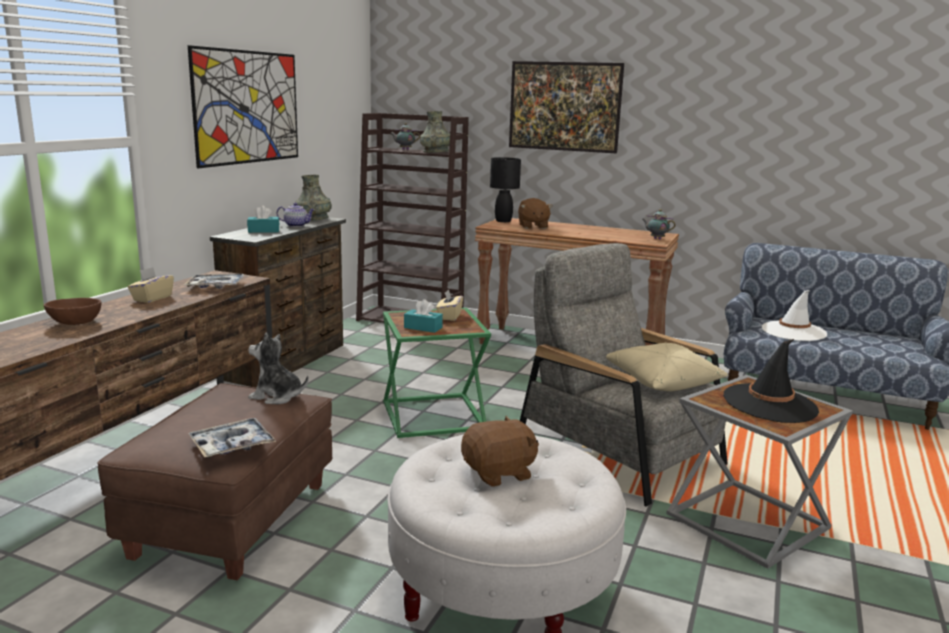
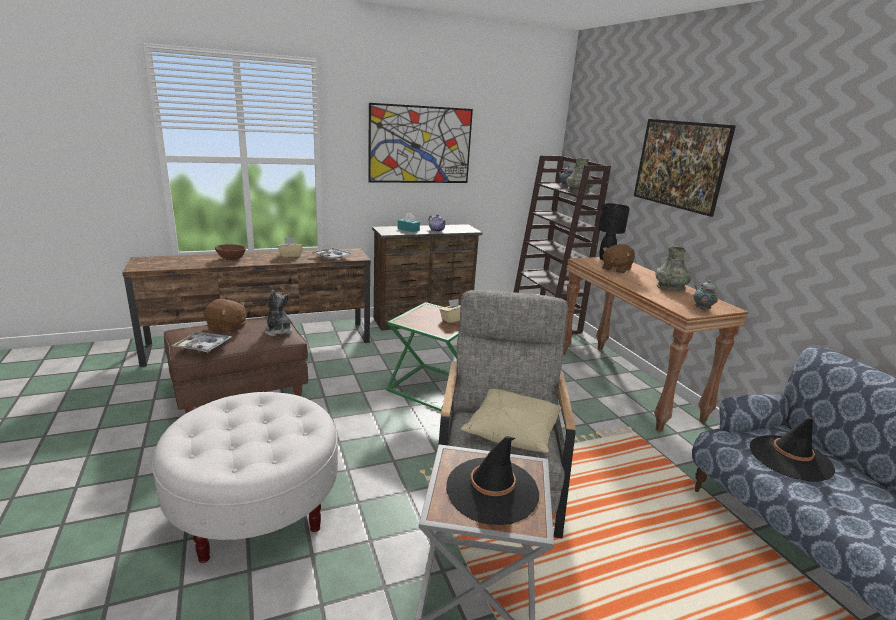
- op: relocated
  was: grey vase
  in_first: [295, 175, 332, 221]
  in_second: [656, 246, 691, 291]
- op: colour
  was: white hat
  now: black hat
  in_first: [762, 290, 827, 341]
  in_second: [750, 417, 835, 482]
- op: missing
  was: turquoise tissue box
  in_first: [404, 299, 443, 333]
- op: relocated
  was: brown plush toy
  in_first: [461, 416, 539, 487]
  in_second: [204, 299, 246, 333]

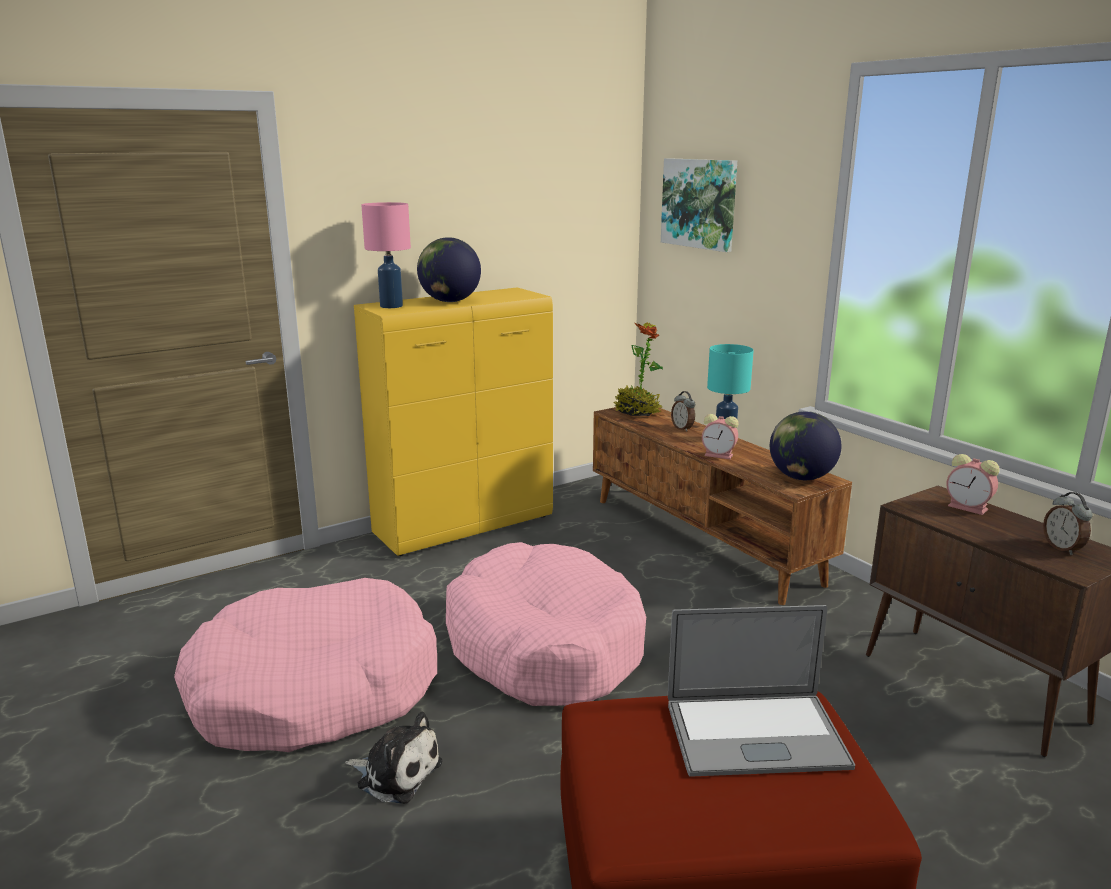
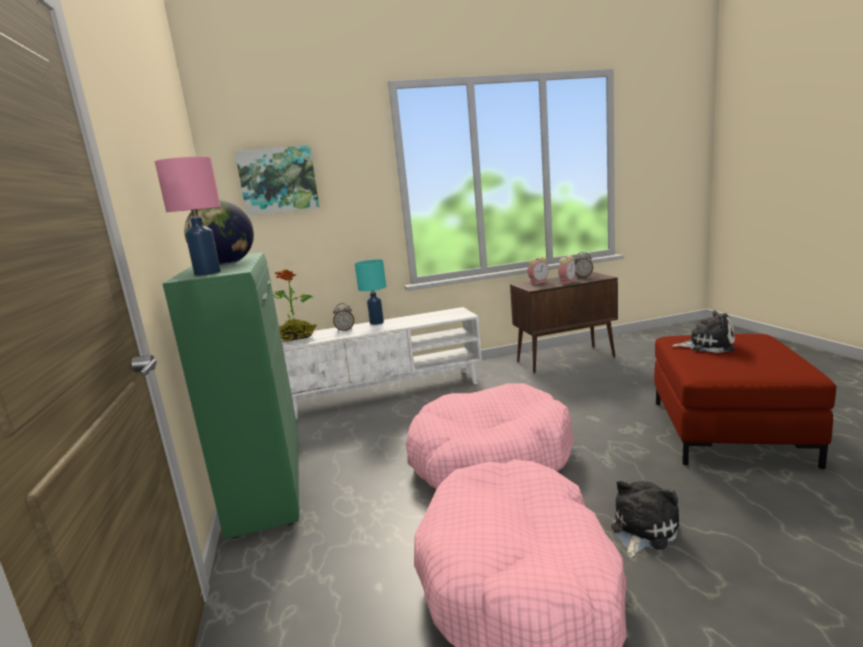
- op: colour
  was: yellow cabinet
  now: green cabinet
  in_first: [354, 287, 553, 556]
  in_second: [163, 252, 299, 539]
- op: colour
  was: brown tv stand
  now: white tv stand
  in_first: [593, 407, 852, 605]
  in_second: [281, 307, 482, 419]
- op: missing
  was: globe
  in_first: [770, 411, 841, 480]
- op: relocated
  was: alarm clock
  in_first: [702, 414, 739, 459]
  in_second: [558, 255, 576, 284]
- op: exchanged
  was: laptop
  now: plush toy
  in_first: [668, 605, 855, 777]
  in_second: [672, 310, 735, 353]

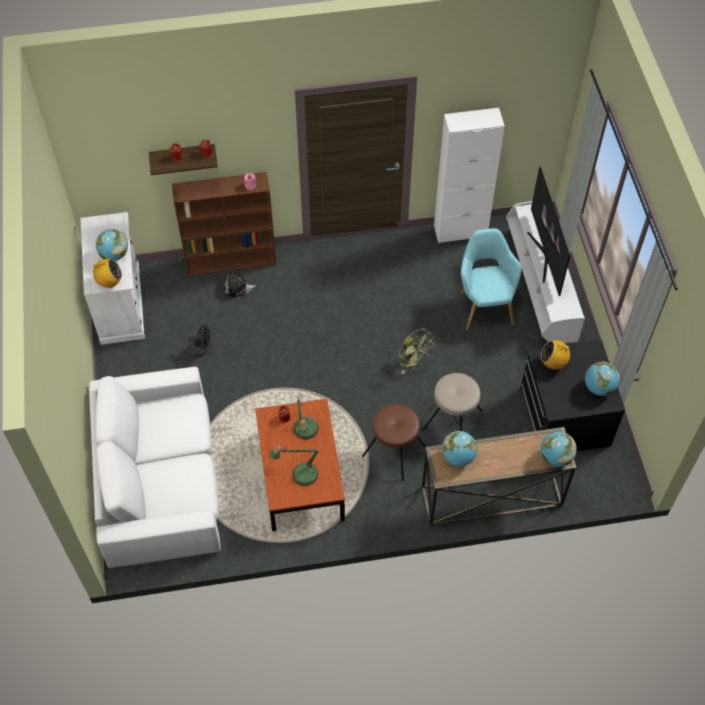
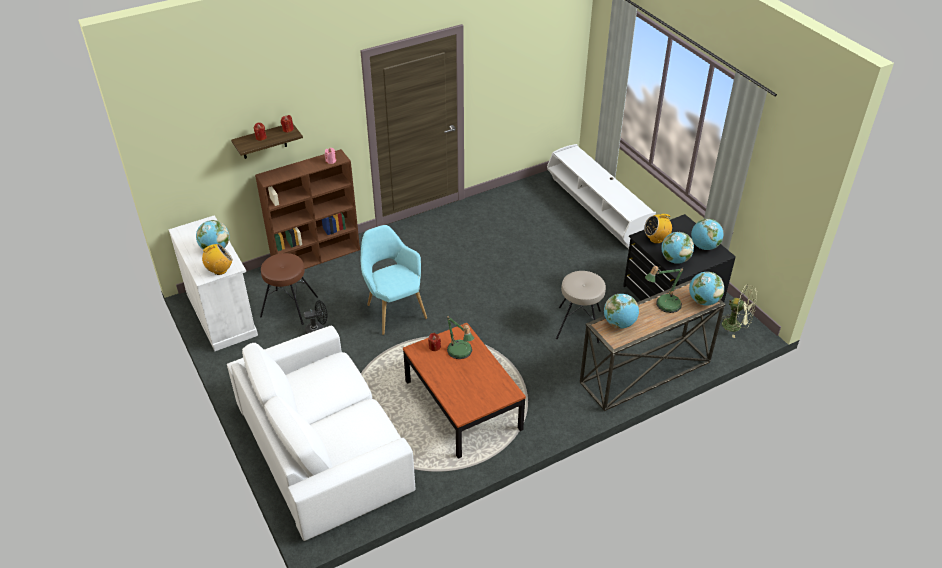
- op: missing
  was: white cabinet
  in_first: [434, 108, 505, 243]
- op: missing
  was: television
  in_first: [527, 167, 570, 296]
- op: relocated
  was: turquoise armchair
  in_first: [461, 228, 522, 330]
  in_second: [361, 225, 427, 335]
- op: missing
  was: plush toy
  in_first: [225, 269, 256, 298]
- op: relocated
  was: green fan
  in_first: [398, 328, 435, 374]
  in_second: [721, 285, 757, 338]
- op: relocated
  was: brown stool
  in_first: [362, 404, 426, 481]
  in_second: [260, 253, 318, 325]
- op: relocated
  was: table lamp
  in_first: [269, 445, 321, 486]
  in_second: [645, 266, 683, 313]
- op: appeared
  now: globe
  in_second: [661, 232, 694, 264]

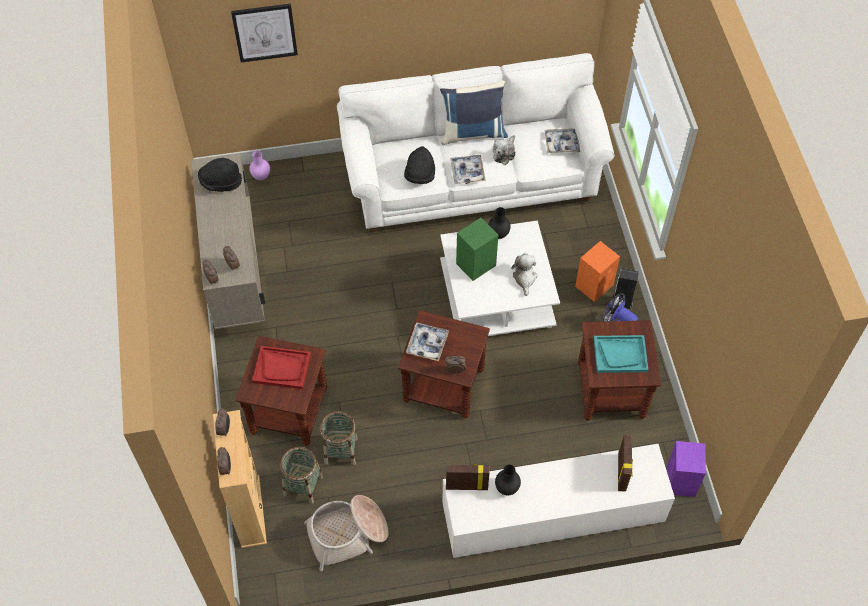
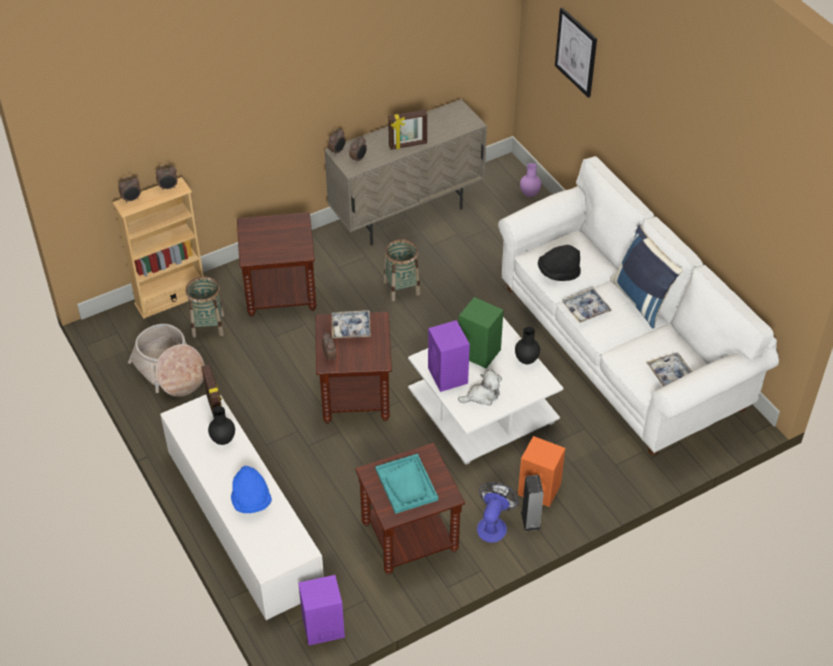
- op: missing
  was: plush toy
  in_first: [493, 135, 516, 165]
- op: missing
  was: black hat
  in_first: [198, 158, 242, 192]
- op: missing
  was: red tray
  in_first: [252, 346, 311, 389]
- op: relocated
  was: basket
  in_first: [320, 411, 358, 466]
  in_second: [384, 239, 420, 301]
- op: relocated
  was: picture frame
  in_first: [618, 435, 633, 492]
  in_second: [388, 110, 427, 150]
- op: appeared
  now: purple speaker
  in_second: [428, 320, 470, 392]
- op: appeared
  now: blue hat
  in_second: [231, 466, 272, 513]

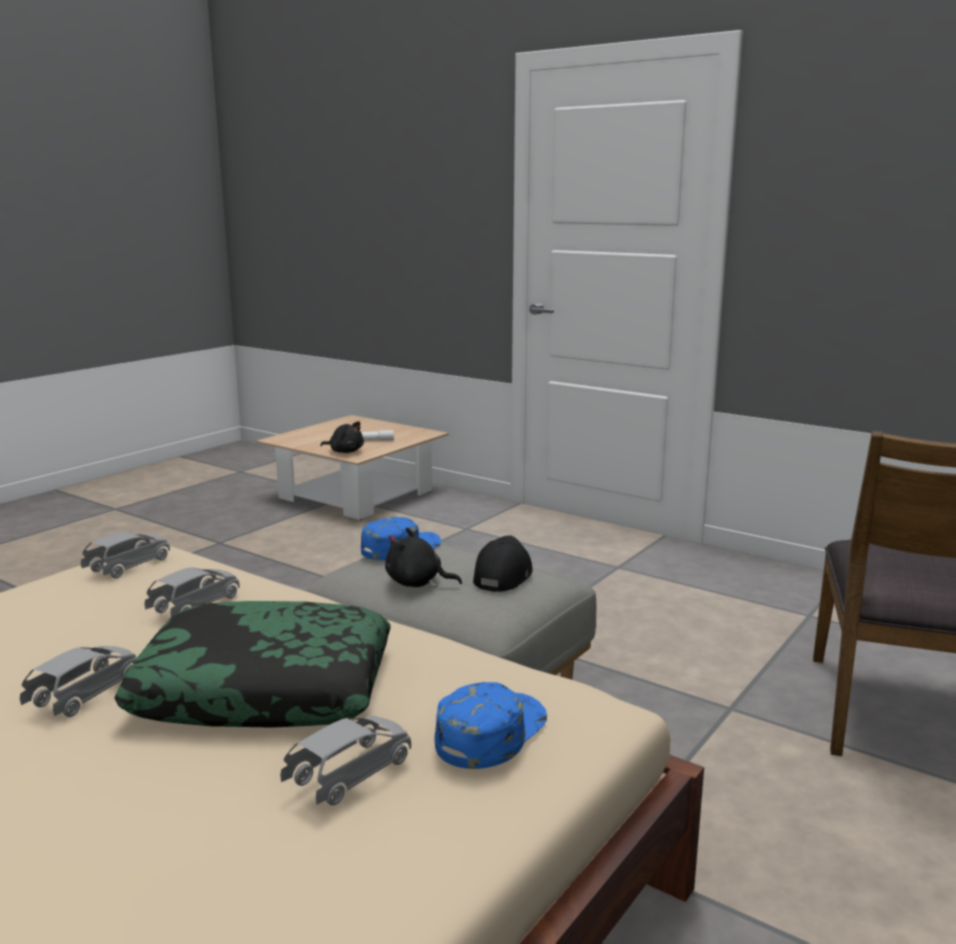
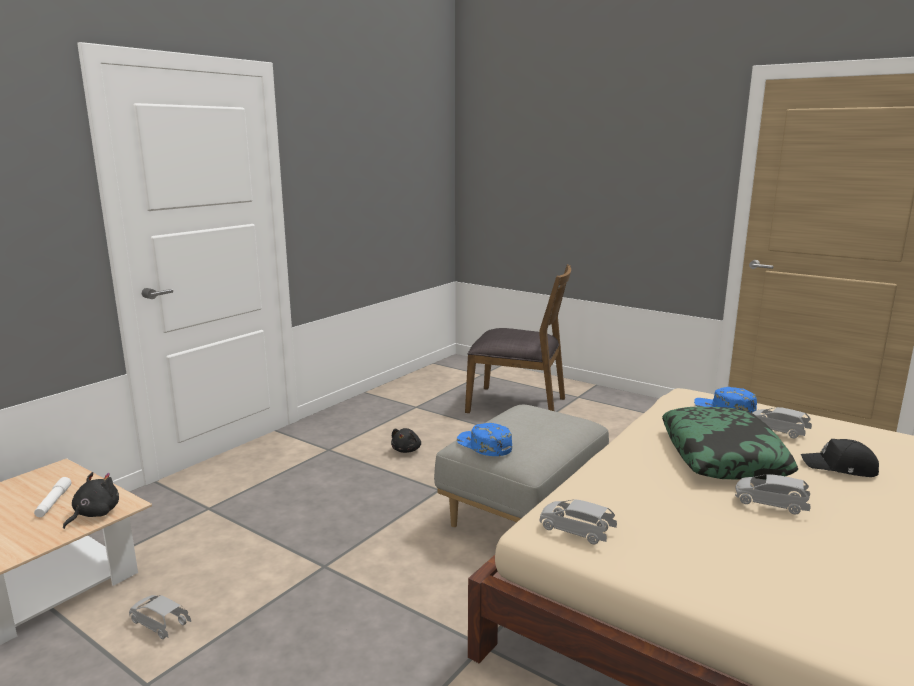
- op: relocated
  was: black plush toy
  in_first: [385, 528, 462, 588]
  in_second: [391, 428, 421, 453]
- op: relocated
  was: black cap
  in_first: [473, 535, 533, 592]
  in_second: [801, 439, 879, 477]
- op: relocated
  was: grey toy car
  in_first: [145, 567, 240, 617]
  in_second: [129, 595, 191, 639]

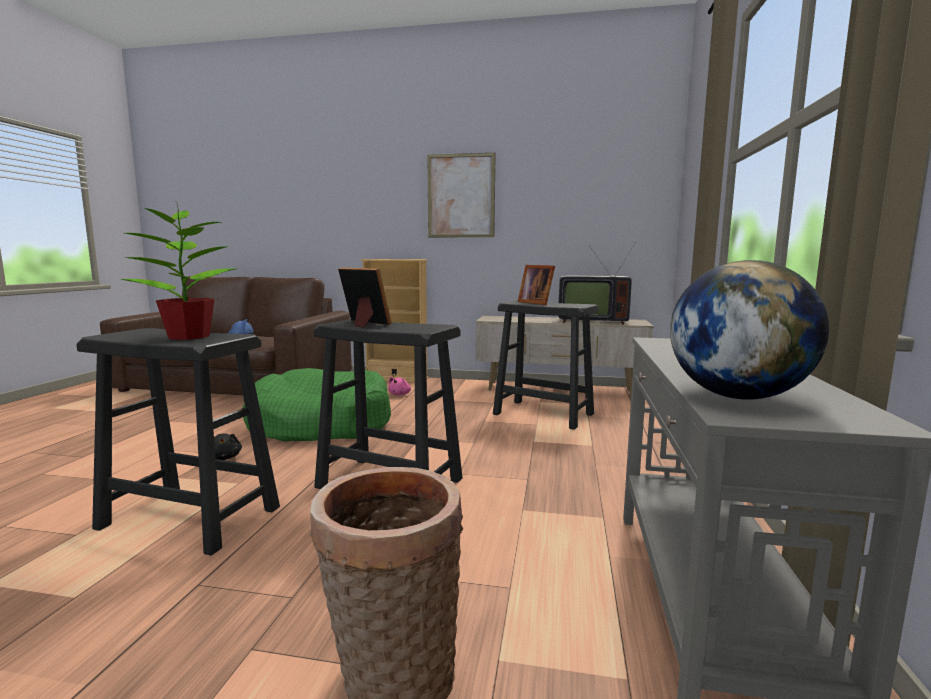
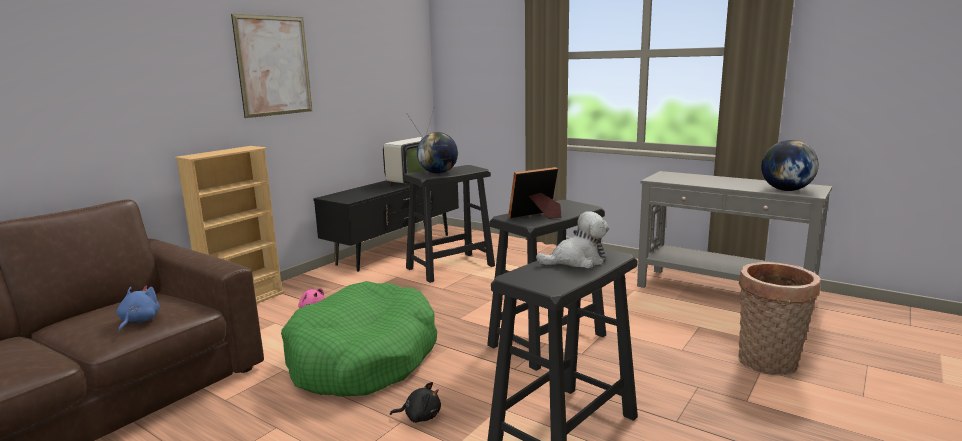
- op: exchanged
  was: potted plant
  now: plush toy
  in_first: [120, 202, 235, 340]
  in_second: [536, 211, 609, 268]
- op: exchanged
  was: picture frame
  now: globe
  in_first: [518, 265, 555, 305]
  in_second: [417, 132, 458, 174]
- op: colour
  was: beige tv stand
  now: black tv stand
  in_first: [476, 316, 654, 397]
  in_second: [313, 180, 459, 272]

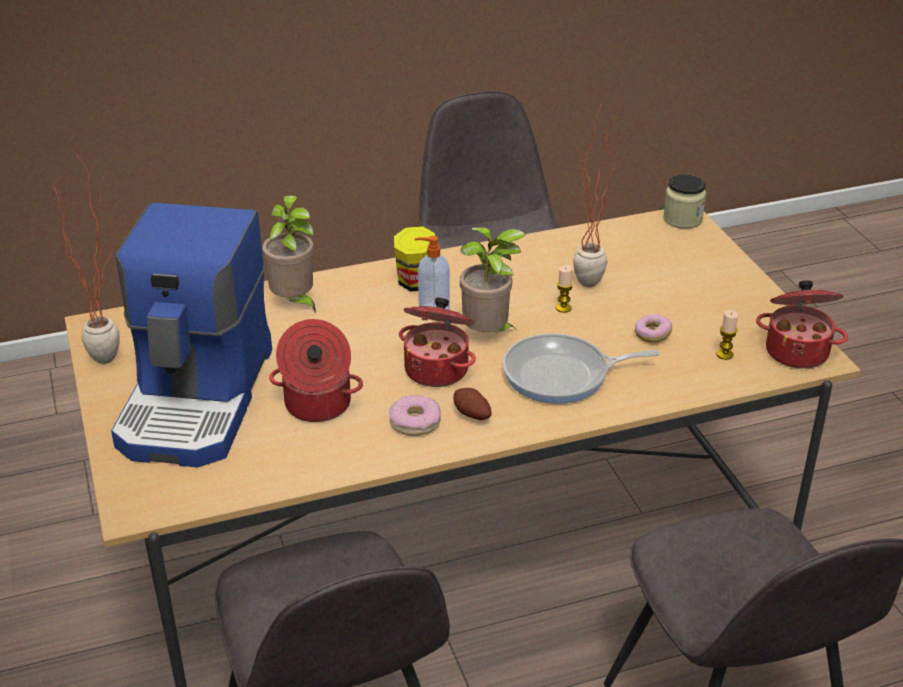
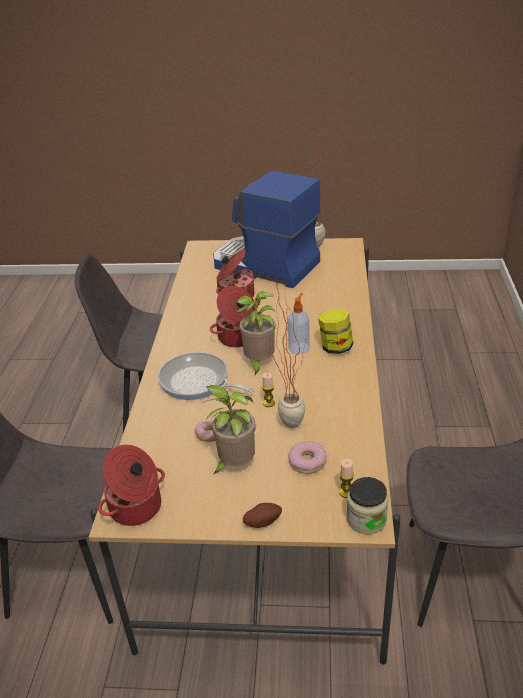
- op: relocated
  was: potted plant
  in_first: [262, 195, 316, 313]
  in_second: [201, 385, 256, 474]
- op: relocated
  was: candle
  in_first: [716, 310, 738, 360]
  in_second: [339, 459, 354, 498]
- op: spun
  was: frying pan
  in_first: [503, 333, 659, 404]
  in_second: [158, 352, 254, 400]
  clockwise: -75
- op: relocated
  was: potato
  in_first: [453, 388, 492, 420]
  in_second: [242, 503, 282, 528]
- op: relocated
  was: donut
  in_first: [389, 395, 441, 436]
  in_second: [288, 441, 327, 474]

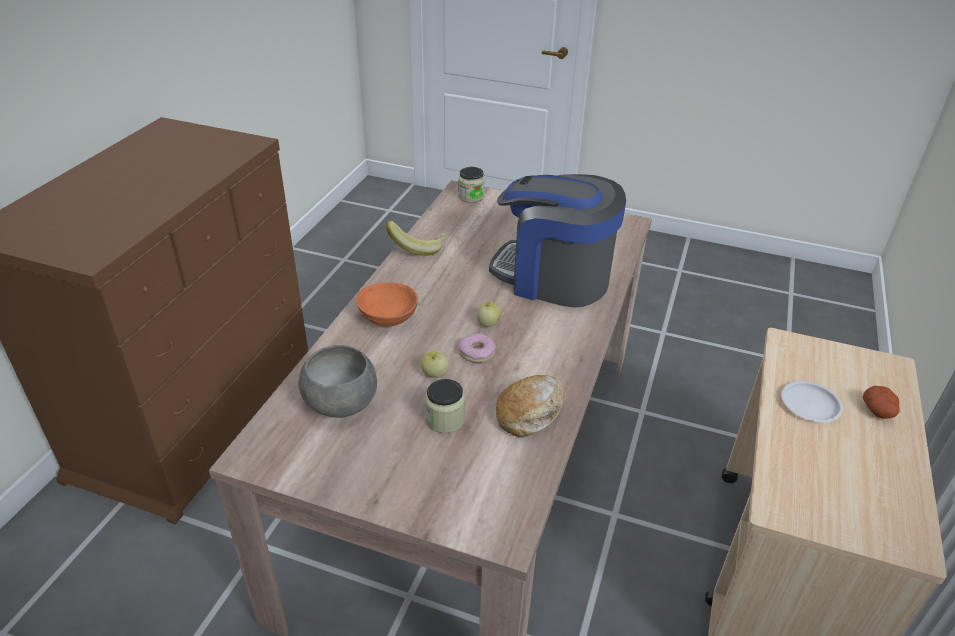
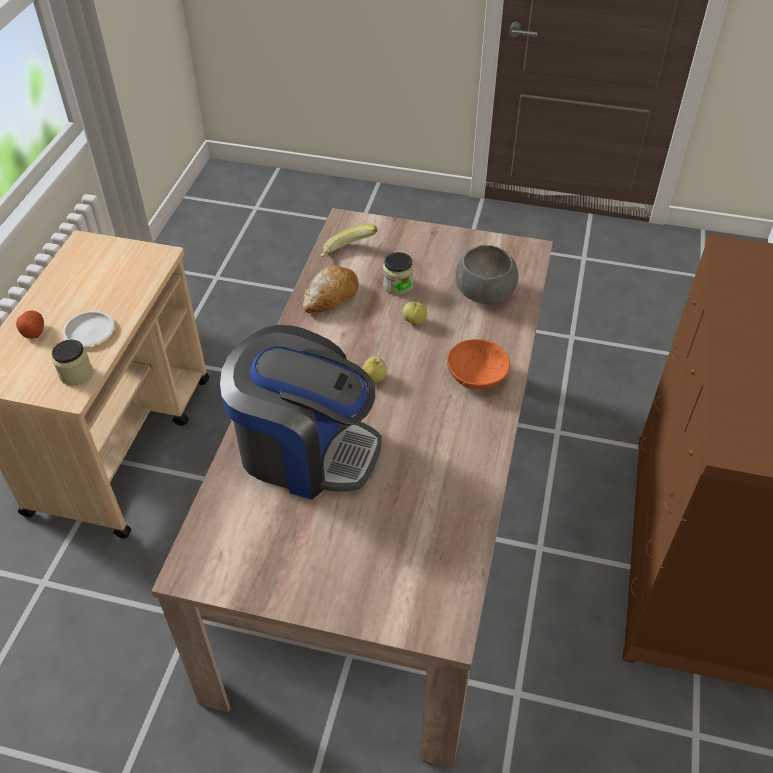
- op: relocated
  was: jar
  in_first: [458, 167, 485, 203]
  in_second: [52, 339, 93, 386]
- op: relocated
  was: banana
  in_first: [386, 221, 447, 256]
  in_second: [320, 223, 378, 257]
- op: missing
  was: donut
  in_first: [459, 333, 496, 363]

